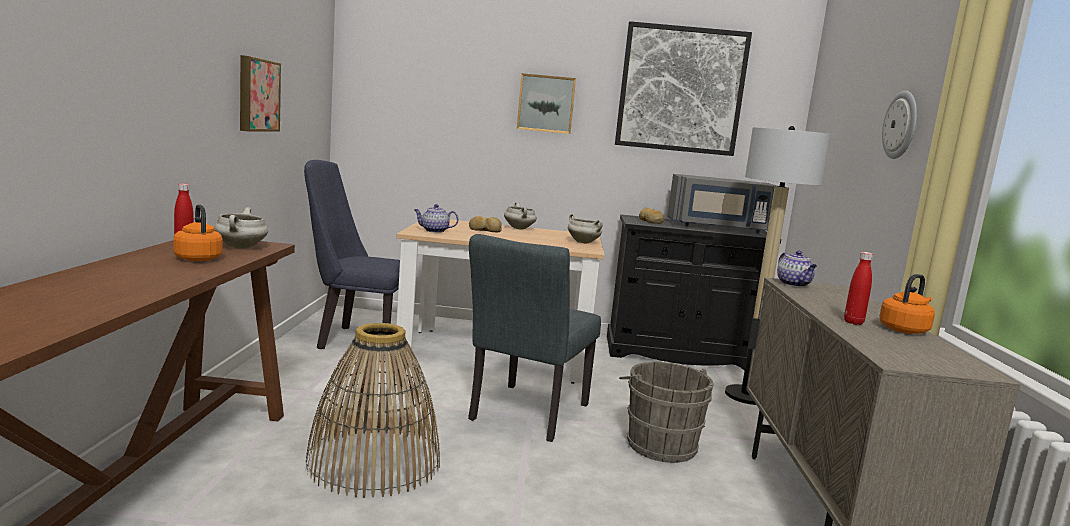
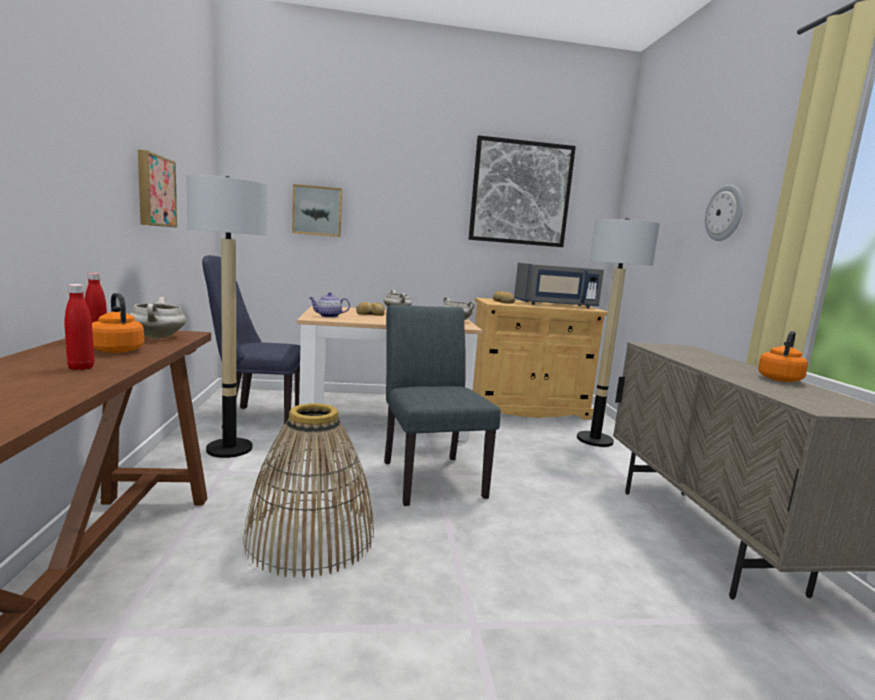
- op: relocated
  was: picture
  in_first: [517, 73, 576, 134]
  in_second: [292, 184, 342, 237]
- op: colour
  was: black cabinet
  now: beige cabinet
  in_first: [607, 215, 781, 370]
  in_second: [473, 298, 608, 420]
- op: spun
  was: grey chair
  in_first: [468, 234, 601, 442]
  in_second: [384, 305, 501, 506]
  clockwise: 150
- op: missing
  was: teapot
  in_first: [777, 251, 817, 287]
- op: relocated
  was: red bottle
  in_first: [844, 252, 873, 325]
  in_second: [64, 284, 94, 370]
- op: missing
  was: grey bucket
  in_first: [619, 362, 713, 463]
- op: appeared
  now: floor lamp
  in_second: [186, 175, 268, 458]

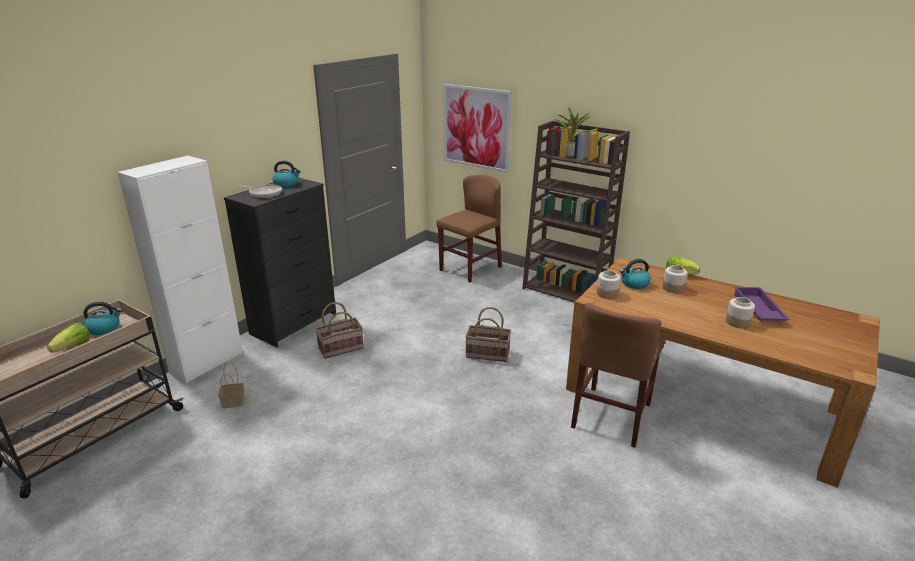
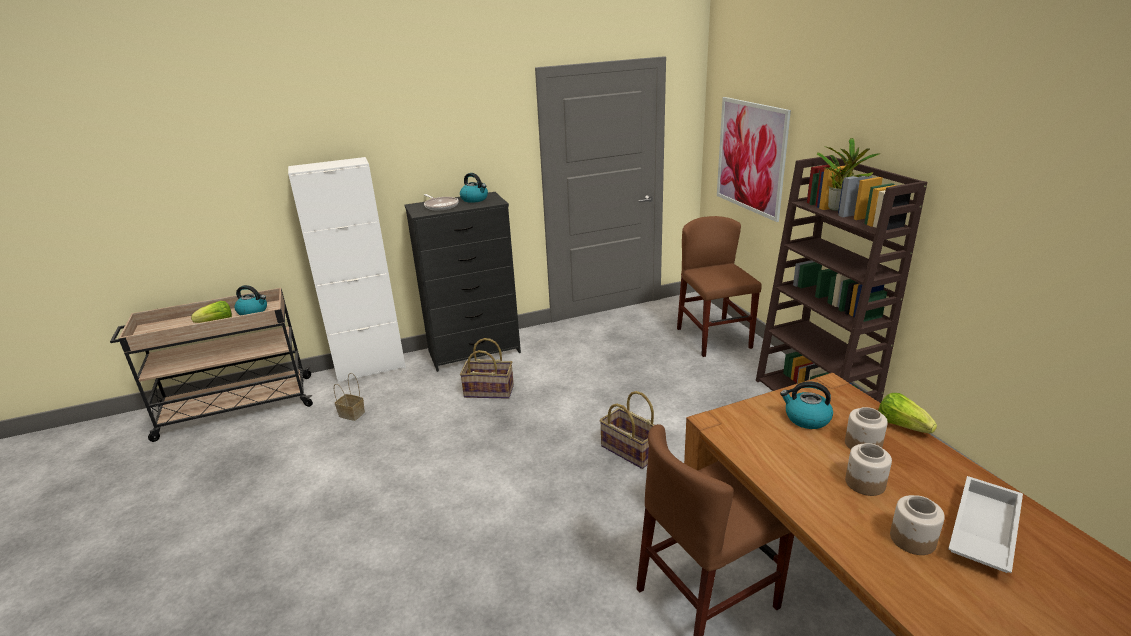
- op: spun
  was: brown chair
  in_first: [436, 175, 502, 283]
  in_second: [677, 216, 762, 357]
  clockwise: -90
- op: relocated
  was: jar
  in_first: [597, 270, 621, 299]
  in_second: [845, 443, 892, 496]
- op: colour
  was: purple tray
  now: white tray
  in_first: [734, 287, 789, 321]
  in_second: [948, 476, 1023, 573]

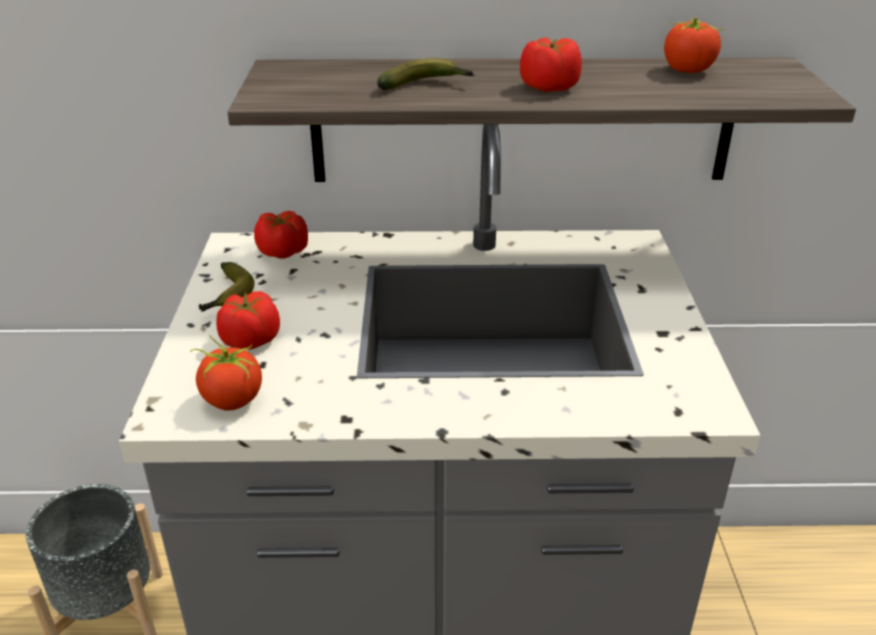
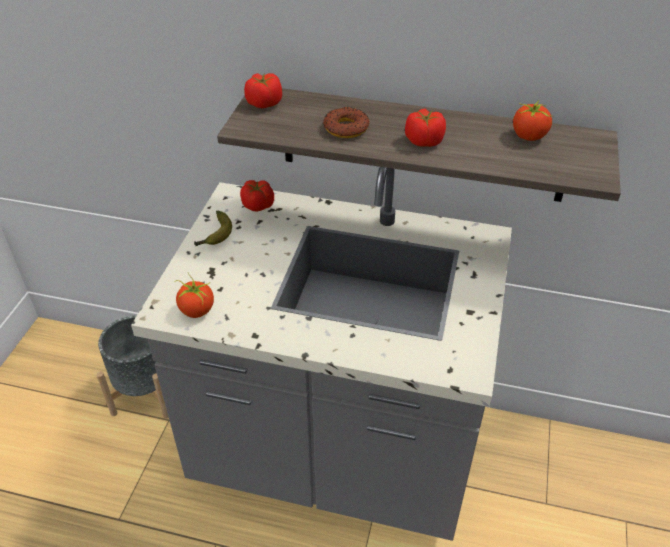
- op: exchanged
  was: banana
  now: donut
  in_first: [377, 58, 475, 90]
  in_second: [323, 107, 370, 138]
- op: relocated
  was: tomato
  in_first: [216, 291, 280, 350]
  in_second: [244, 73, 282, 108]

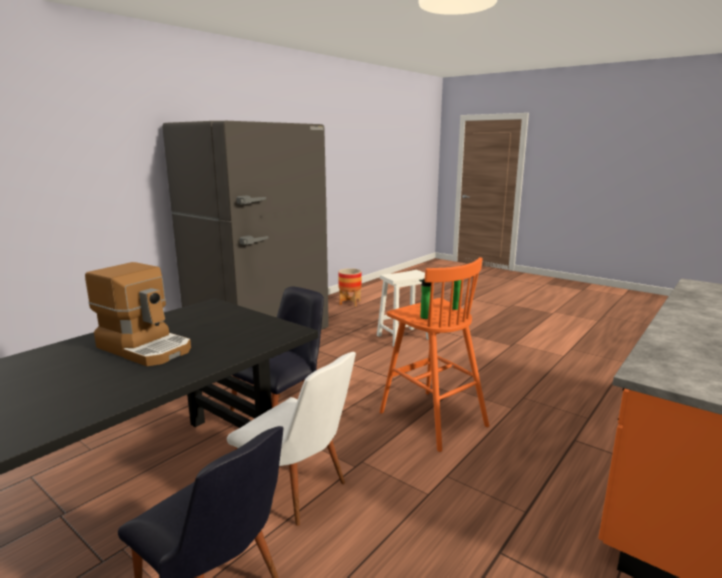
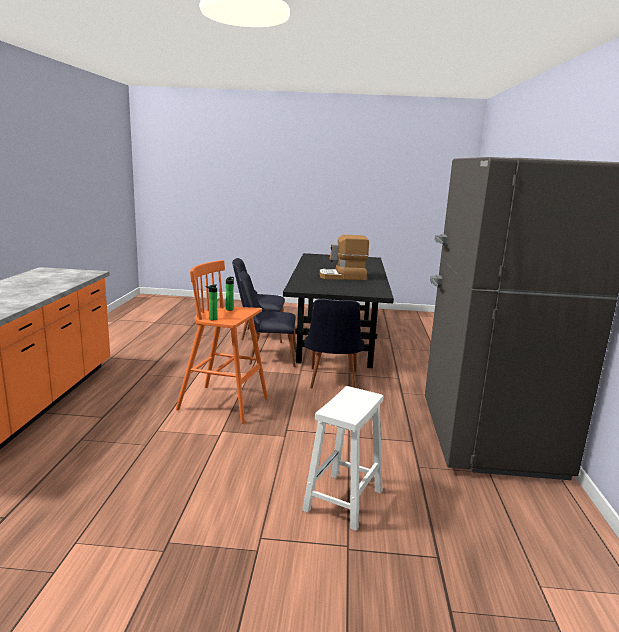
- op: missing
  was: planter
  in_first: [338, 268, 362, 306]
- op: colour
  was: white chair
  now: black chair
  in_first: [227, 352, 356, 526]
  in_second: [238, 271, 296, 367]

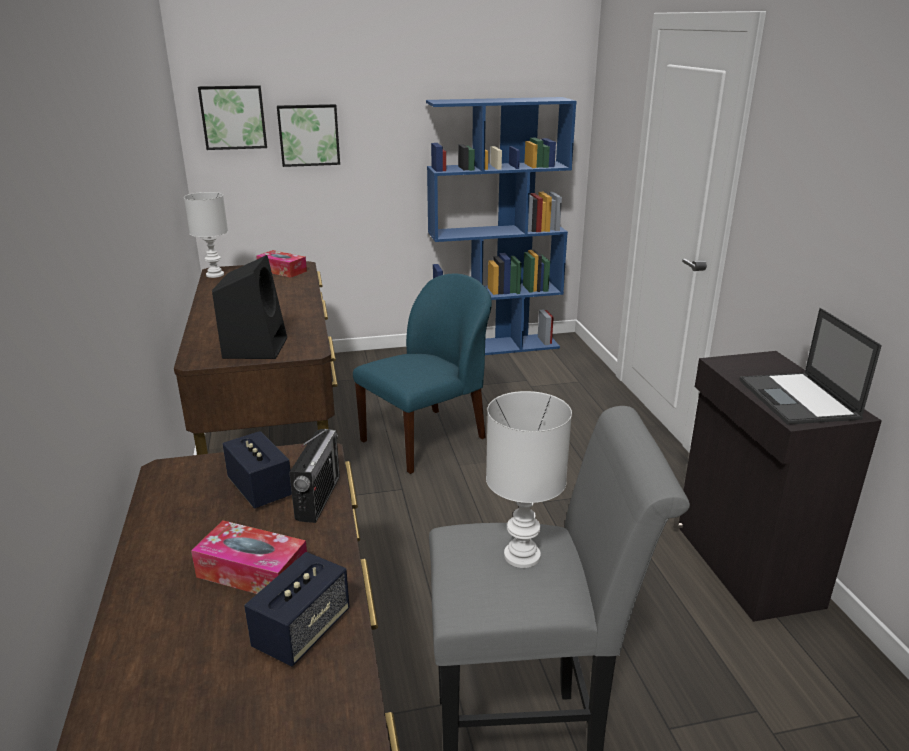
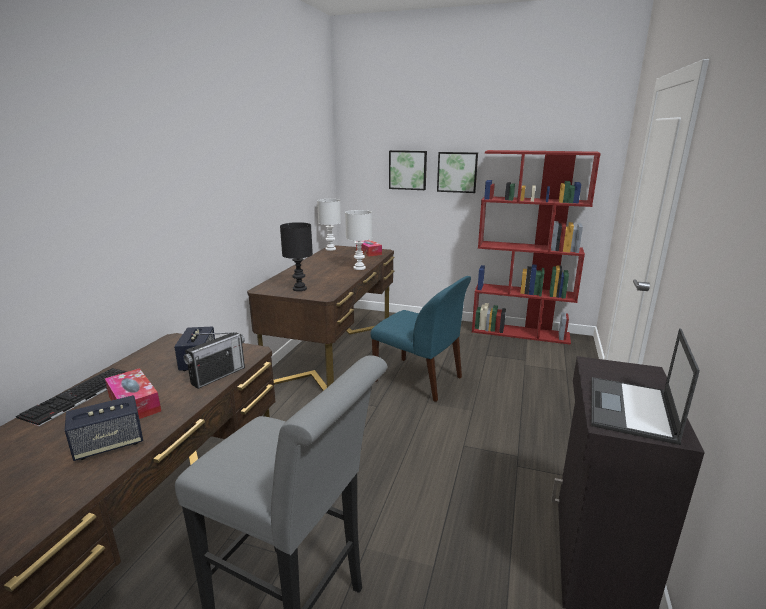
- op: relocated
  was: picture
  in_first: [198, 85, 267, 150]
  in_second: [437, 152, 478, 193]
- op: colour
  was: blue bookcase
  now: red bookcase
  in_first: [426, 97, 577, 355]
  in_second: [472, 150, 601, 345]
- op: exchanged
  was: black speaker
  now: black table lamp
  in_first: [212, 255, 287, 359]
  in_second: [280, 222, 313, 291]
- op: spun
  was: blue chair
  in_first: [353, 274, 492, 474]
  in_second: [371, 276, 471, 402]
  clockwise: 45
- op: relocated
  was: white table lamp
  in_first: [486, 391, 572, 568]
  in_second: [345, 210, 372, 270]
- op: appeared
  now: keyboard
  in_second: [16, 368, 127, 426]

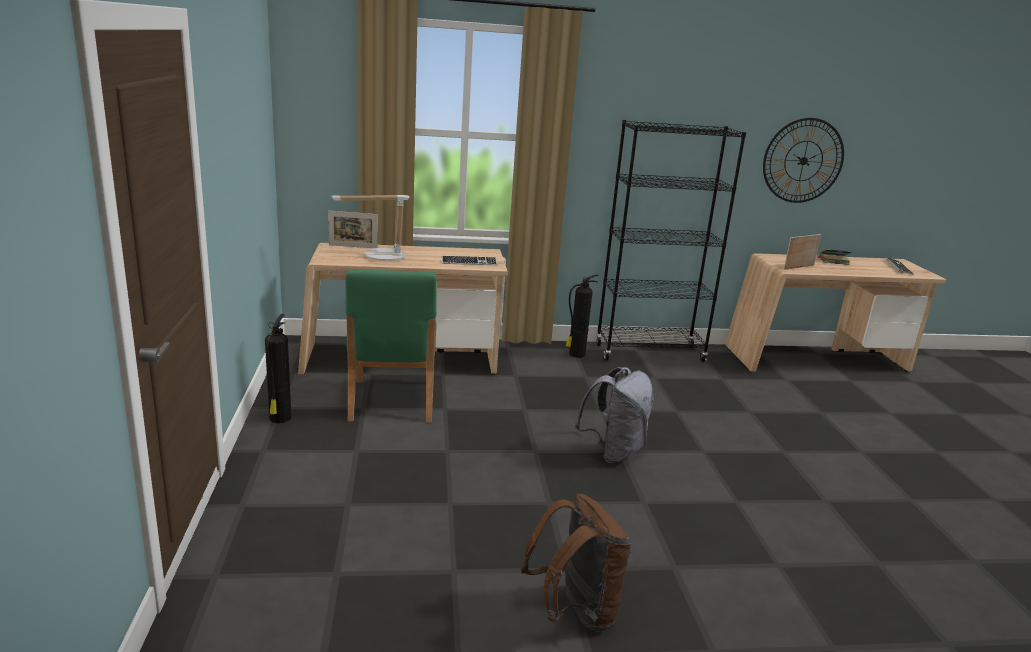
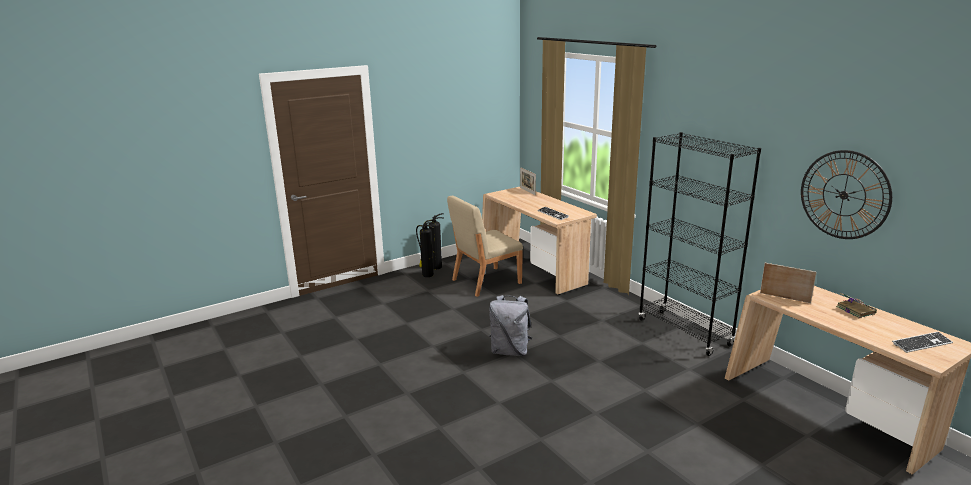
- op: missing
  was: table lamp
  in_first: [331, 195, 409, 261]
- op: colour
  was: green chair
  now: beige chair
  in_first: [345, 269, 437, 423]
  in_second: [447, 196, 523, 297]
- op: relocated
  was: fire extinguisher
  in_first: [565, 274, 599, 358]
  in_second: [416, 222, 434, 277]
- op: missing
  was: brown backpack
  in_first: [521, 494, 631, 632]

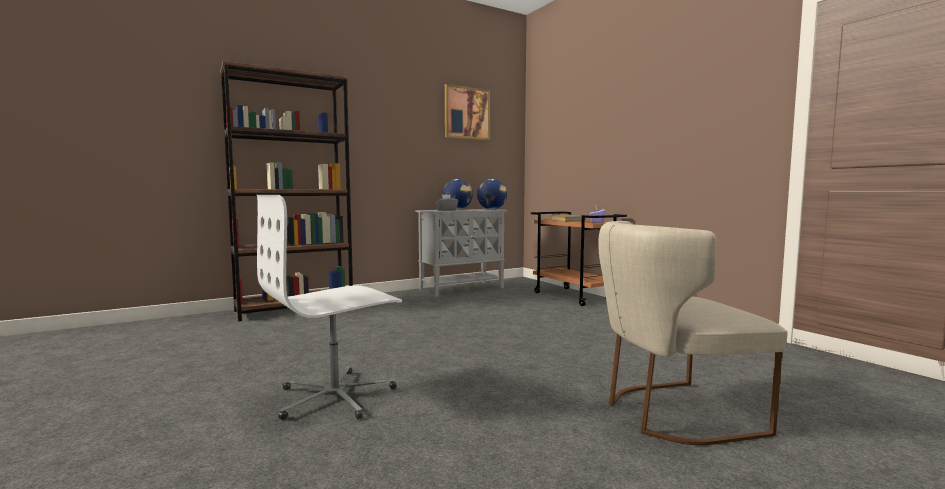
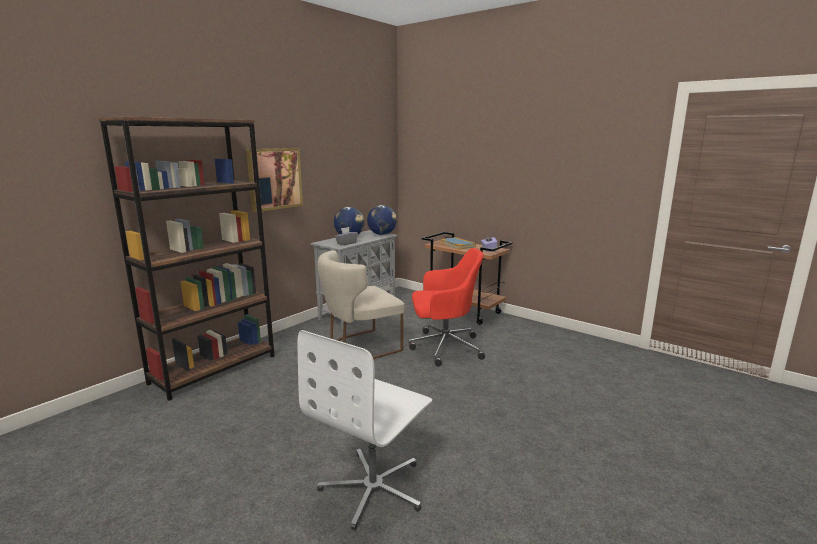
- op: relocated
  was: picture
  in_first: [445, 84, 490, 140]
  in_second: [246, 148, 303, 212]
- op: relocated
  was: beige chair
  in_first: [598, 221, 787, 445]
  in_second: [318, 250, 405, 359]
- op: appeared
  now: red office chair
  in_second: [409, 248, 485, 367]

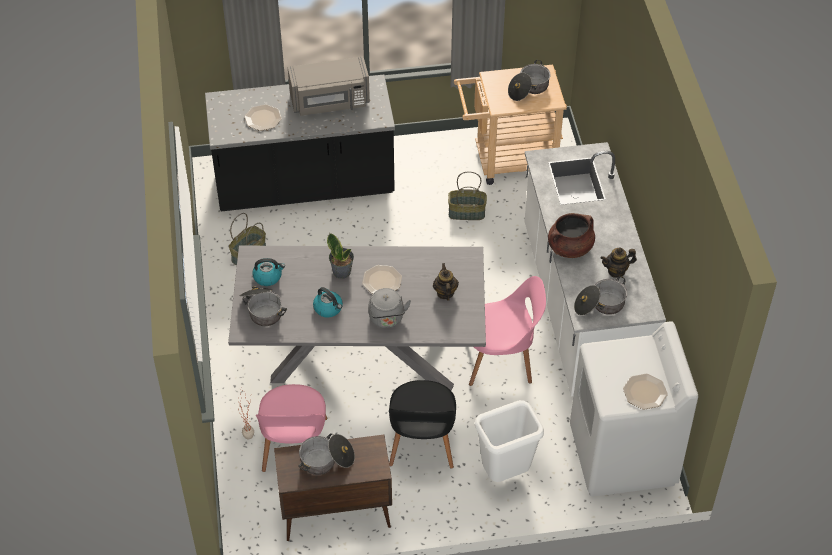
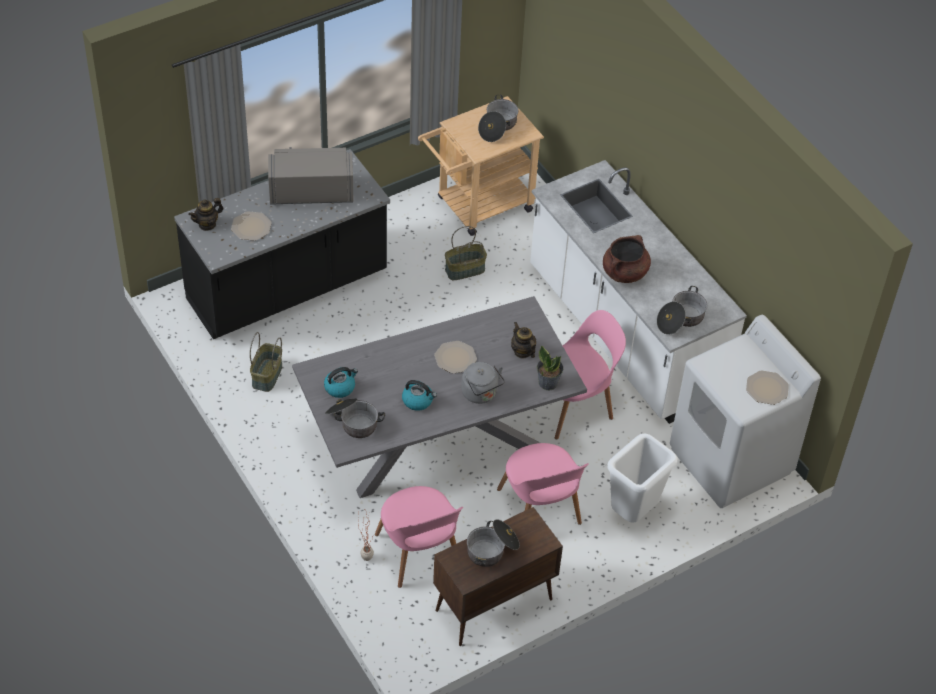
- op: spun
  was: grey microwave
  in_first: [288, 56, 370, 116]
  in_second: [268, 147, 353, 205]
  clockwise: -150
- op: relocated
  was: potted plant
  in_first: [327, 233, 354, 279]
  in_second: [537, 346, 563, 390]
- op: relocated
  was: teapot
  in_first: [601, 248, 637, 278]
  in_second: [189, 198, 223, 231]
- op: colour
  was: black chair
  now: pink chair
  in_first: [389, 380, 456, 469]
  in_second: [497, 443, 589, 525]

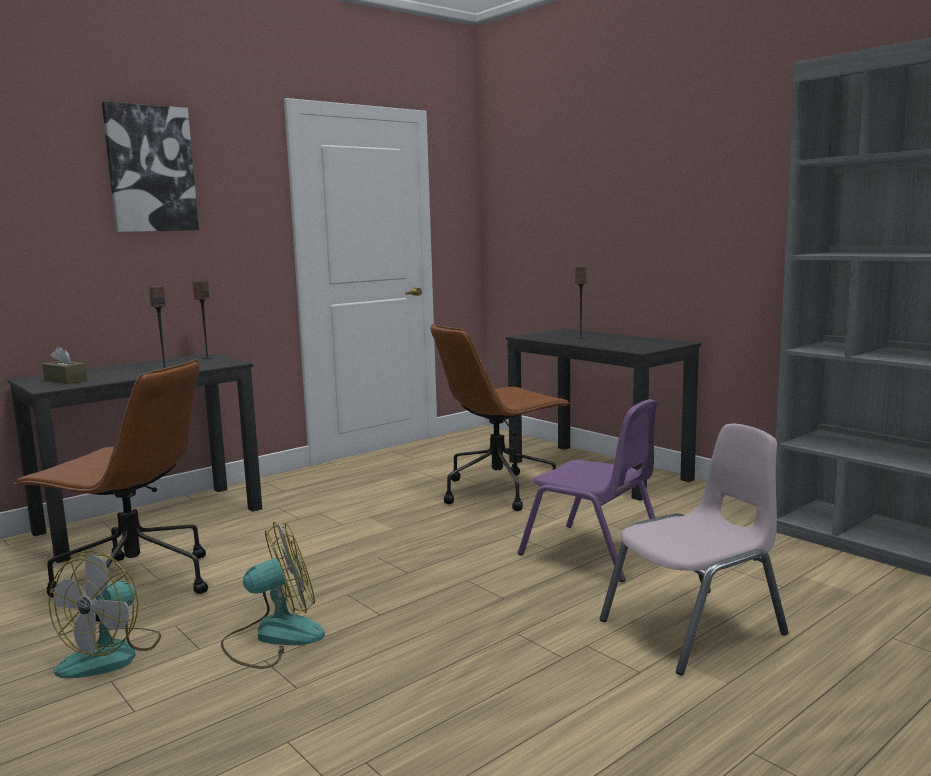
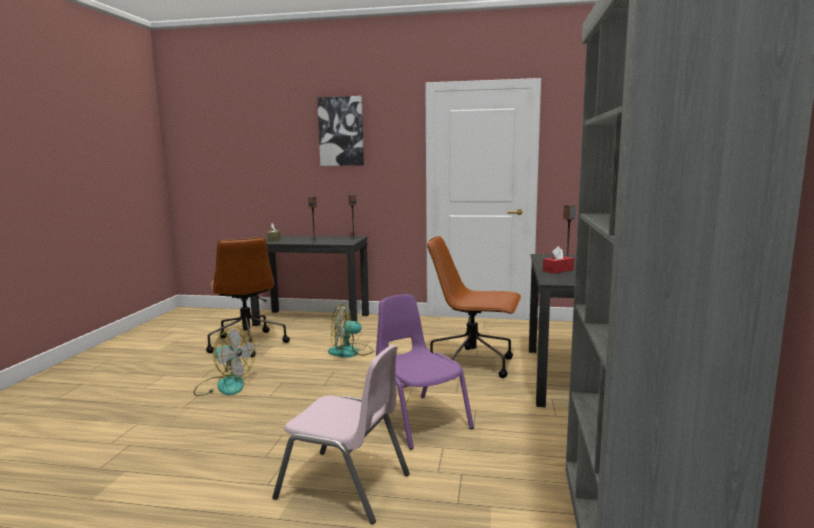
- op: spun
  was: purple chair
  in_first: [518, 399, 658, 582]
  in_second: [376, 294, 474, 450]
  clockwise: 150
- op: relocated
  was: fan
  in_first: [49, 551, 161, 678]
  in_second: [328, 304, 374, 358]
- op: appeared
  now: red tissue box
  in_second: [543, 246, 574, 274]

